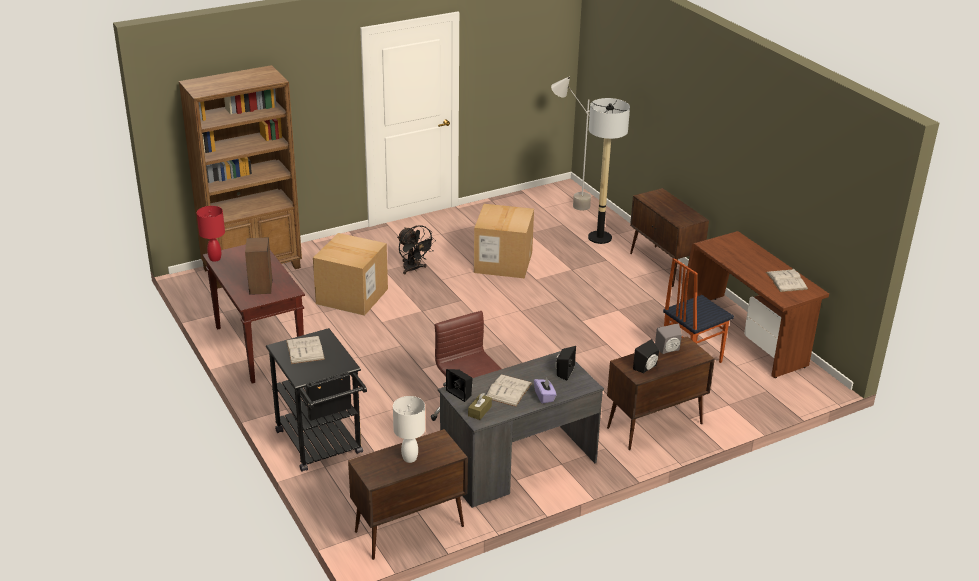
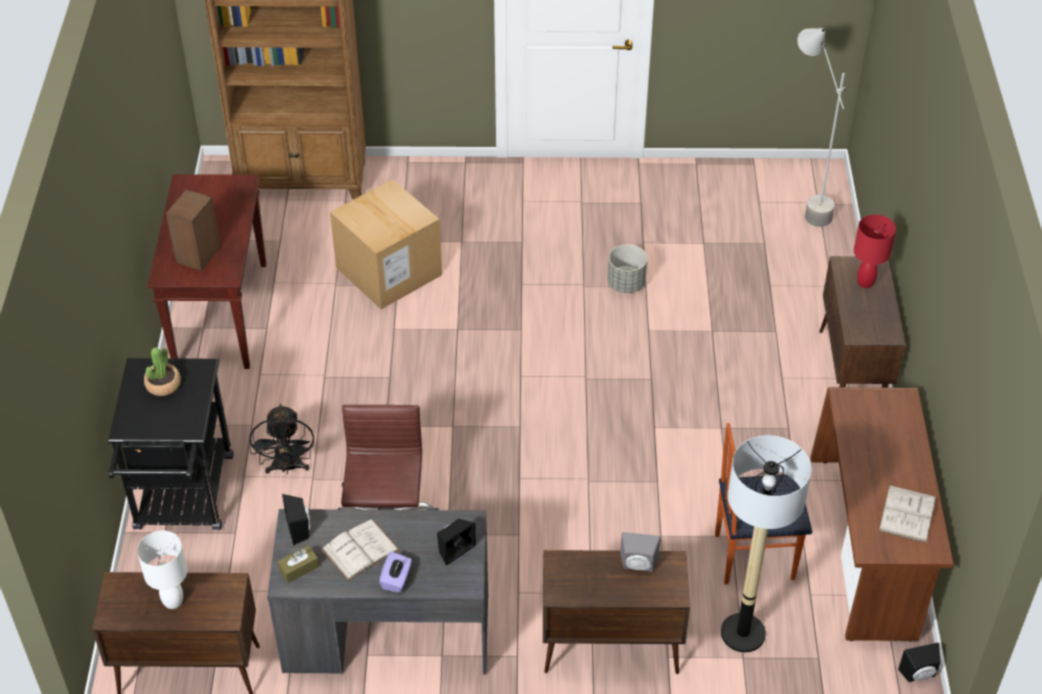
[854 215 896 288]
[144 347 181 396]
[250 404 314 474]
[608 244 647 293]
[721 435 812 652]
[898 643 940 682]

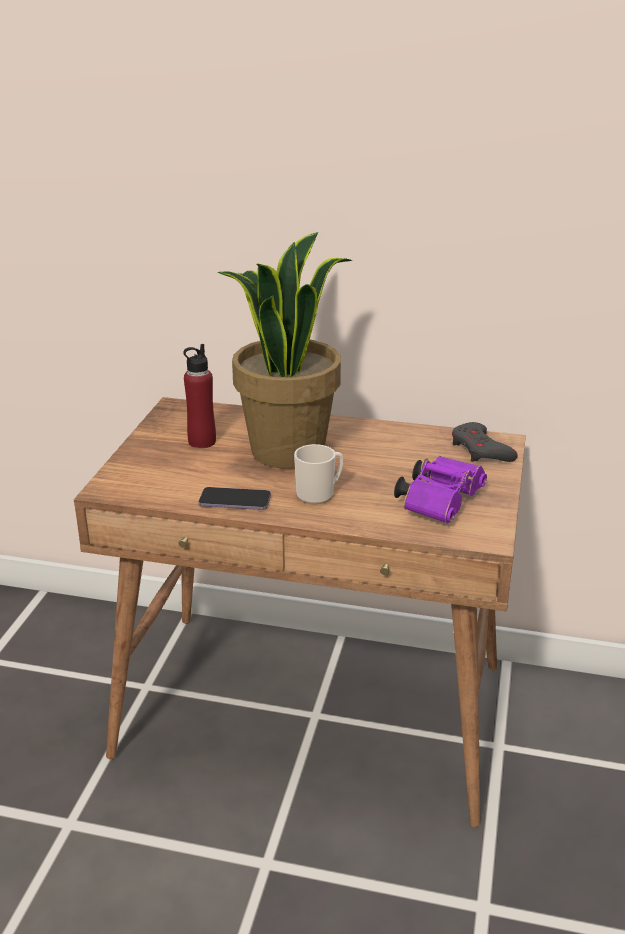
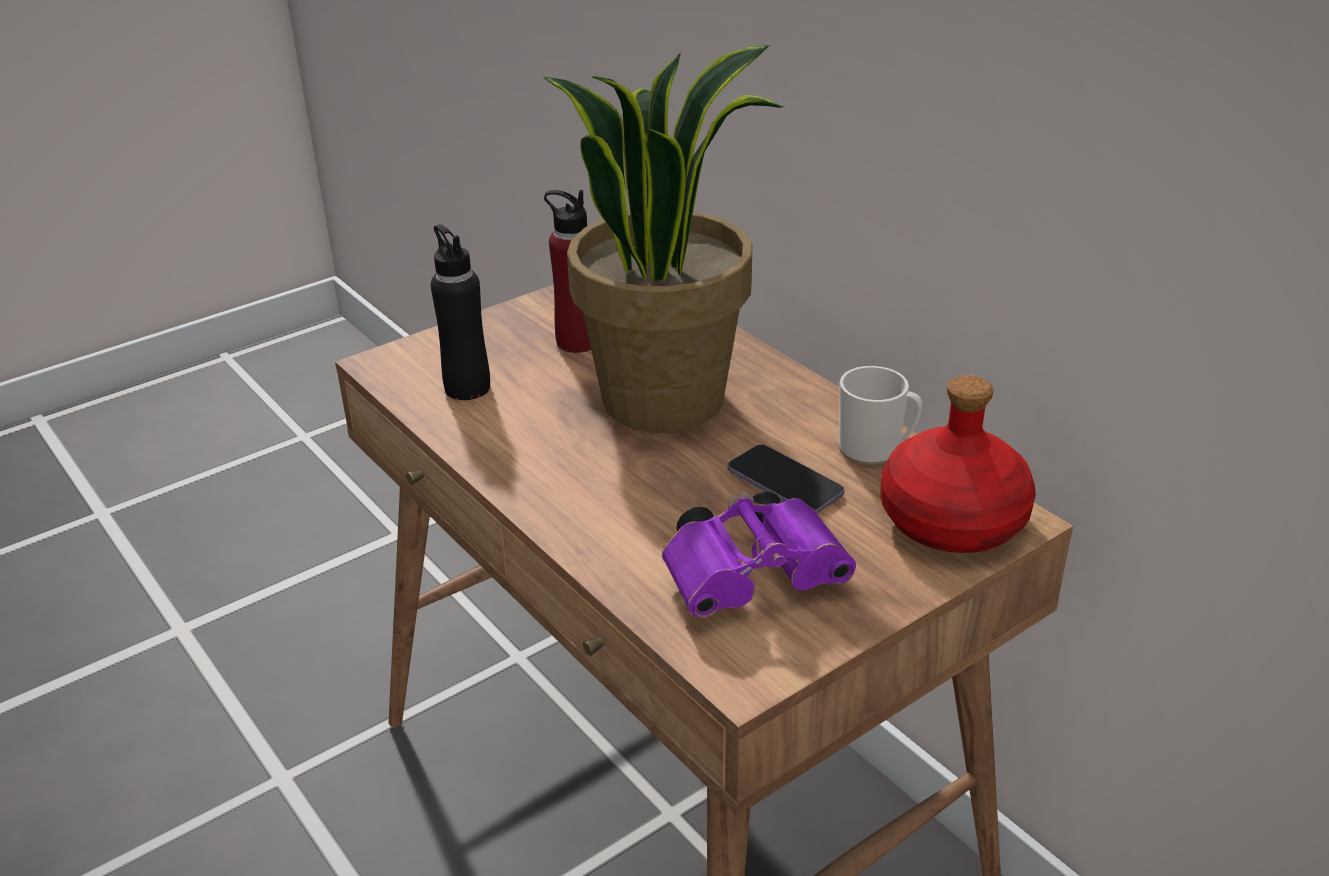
[728 444 845 513]
[839 366 922 465]
[880 375 1036 553]
[431 224 490 400]

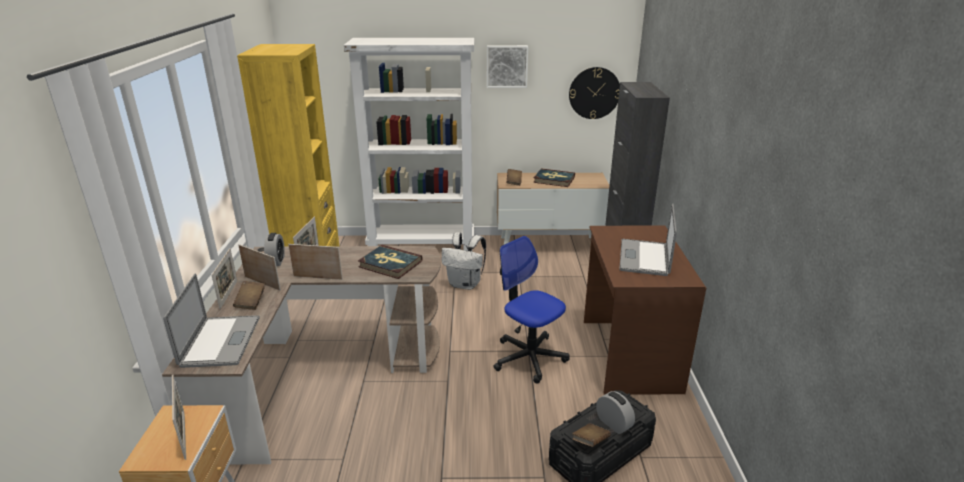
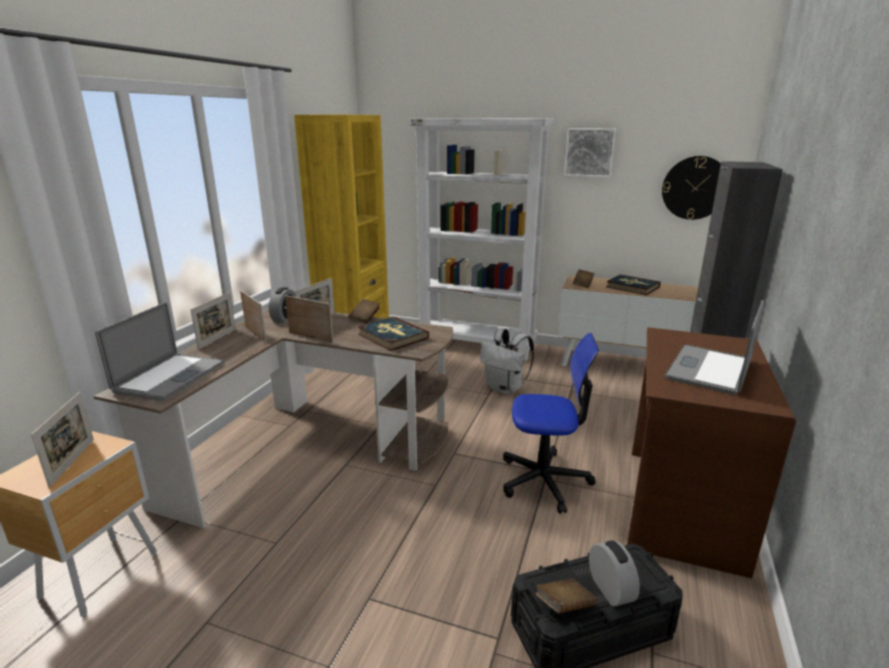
[348 299 380 324]
[503 333 599 514]

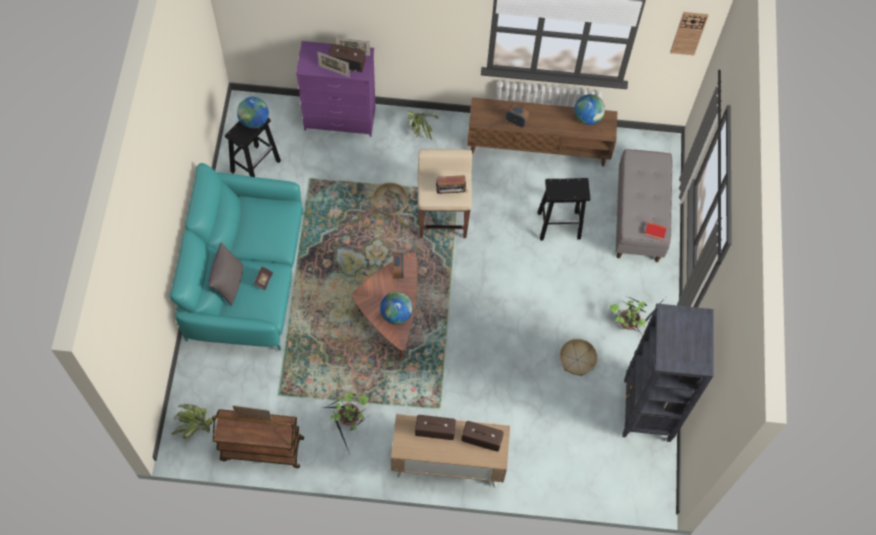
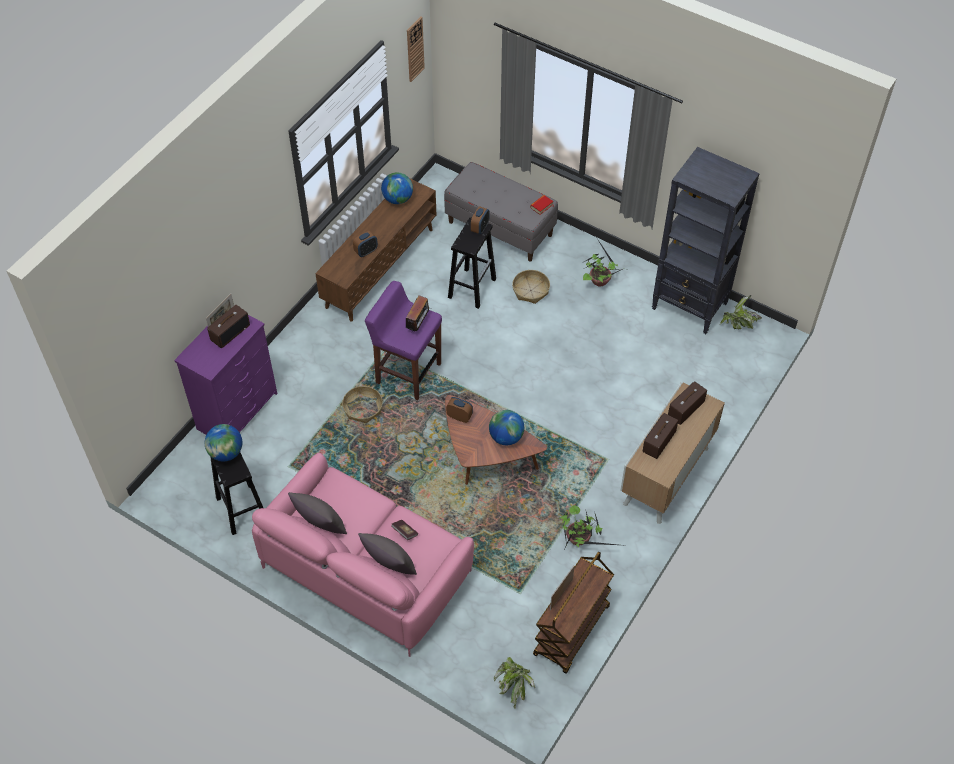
[252 453 474 657]
[317 52 350 77] (first image)
[720 295 762 329]
[365 281 442 400]
[512 270 550 304]
[288 492 347 534]
[471 206 490 234]

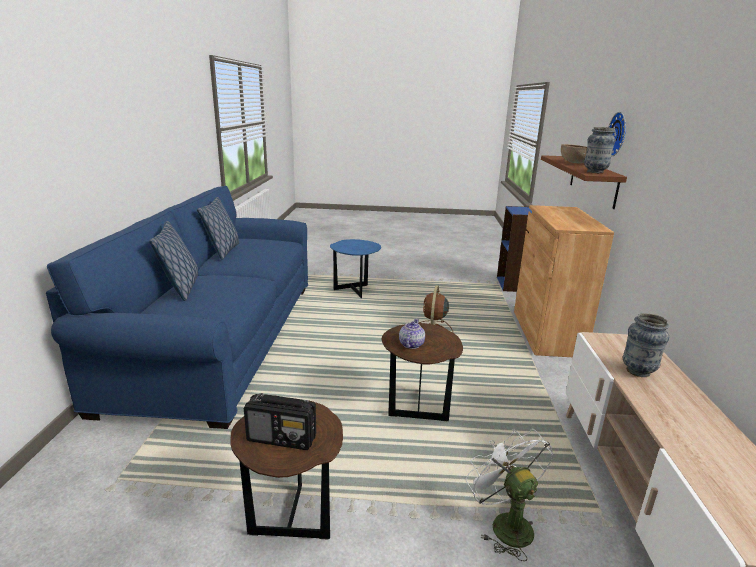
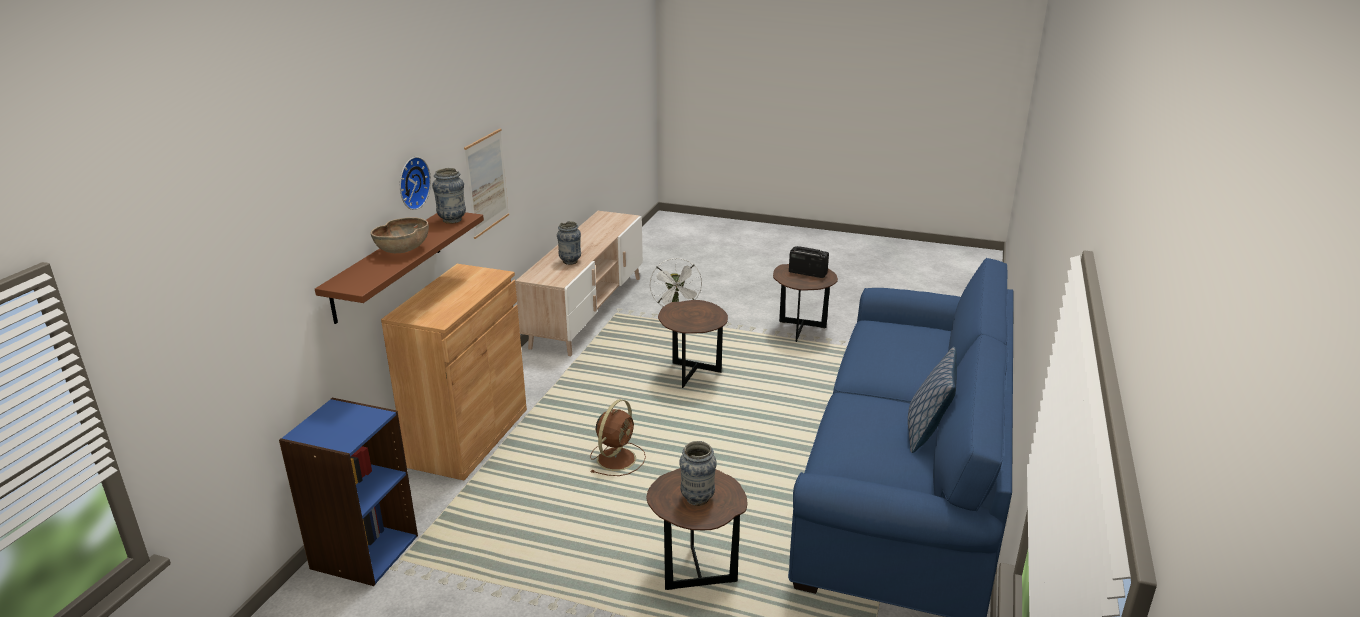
[150 221 198 301] (first image)
[646 468 748 590]
[399 319 425 349] (first image)
[464 129 509 239]
[679 441 717 506]

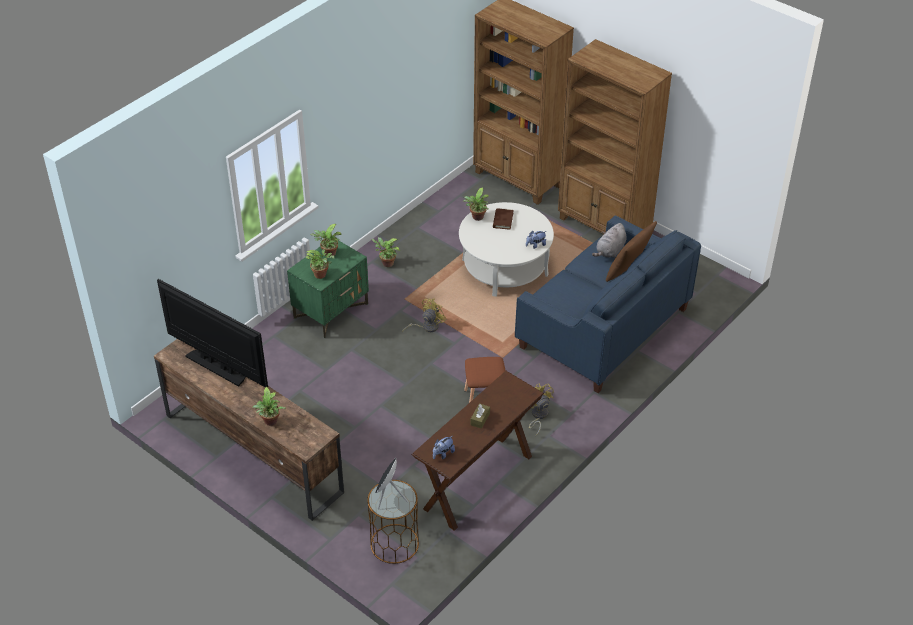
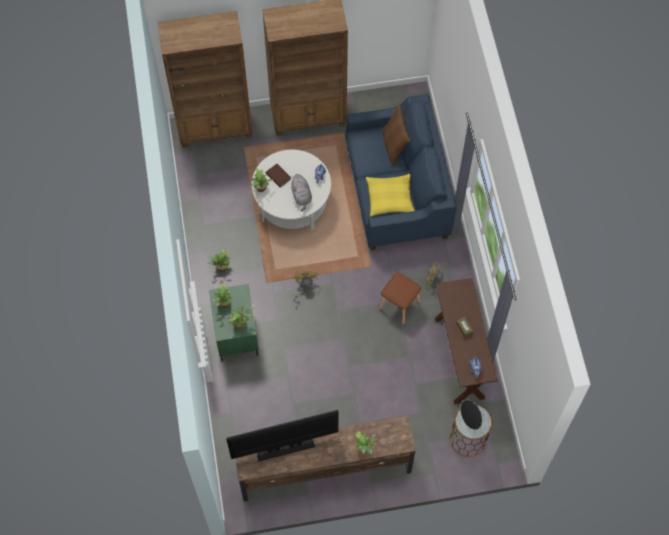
[290 174 312 212]
[366 174 415 217]

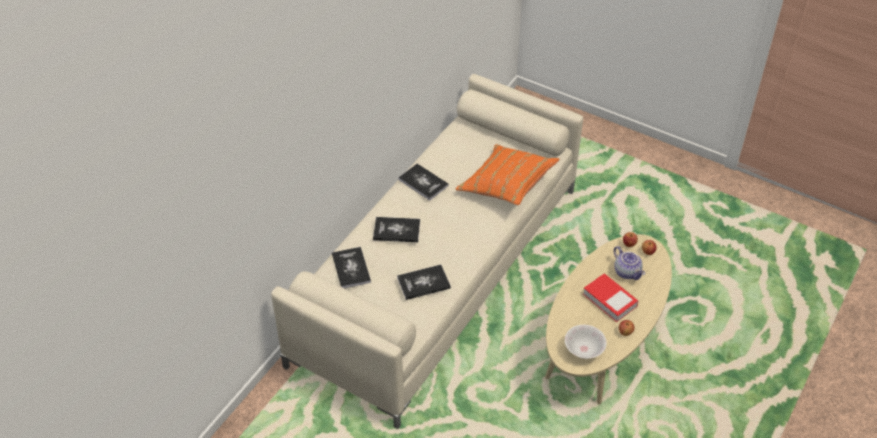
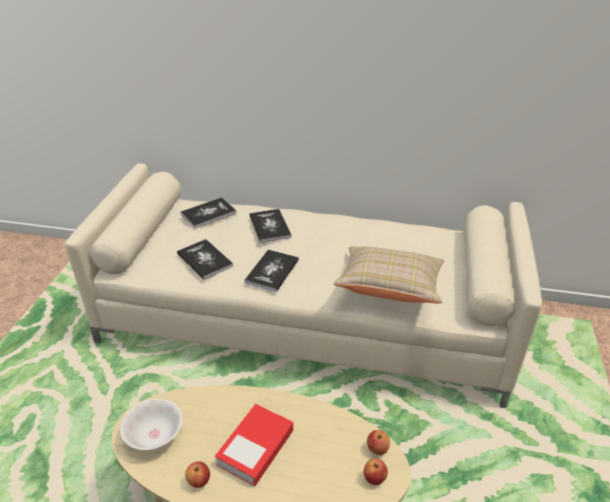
[244 250 299 292]
[334 246 444 304]
[614 246 645 280] (first image)

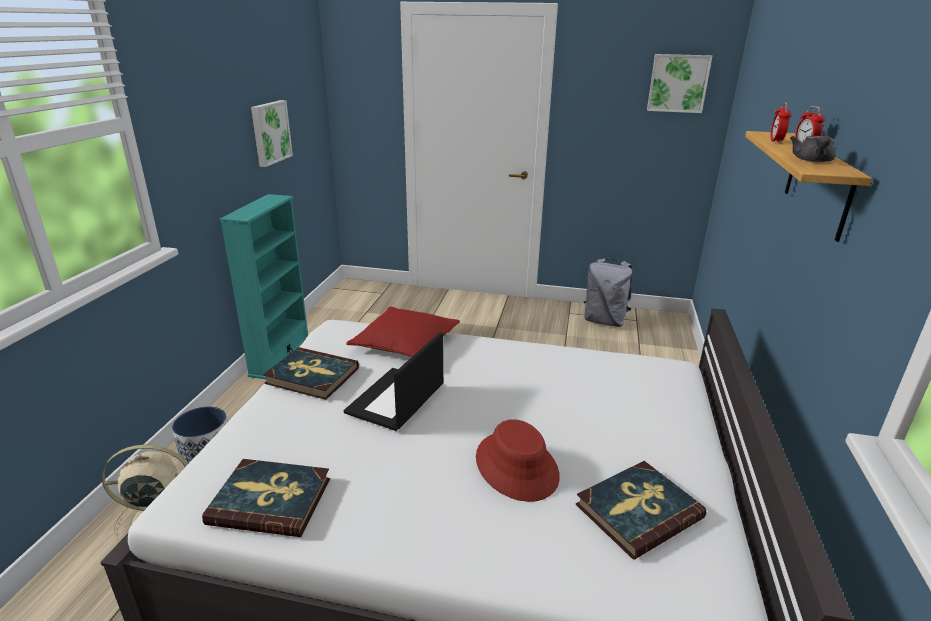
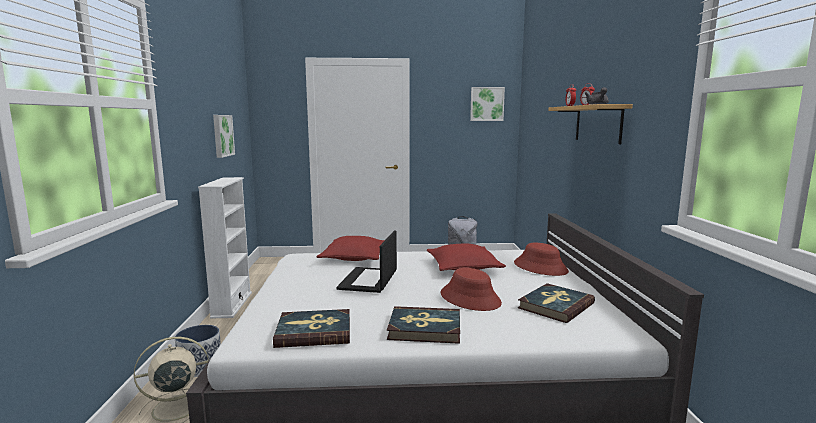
[198 177 252 318]
[387 306 460 344]
[427 244 506 271]
[514 243 569 276]

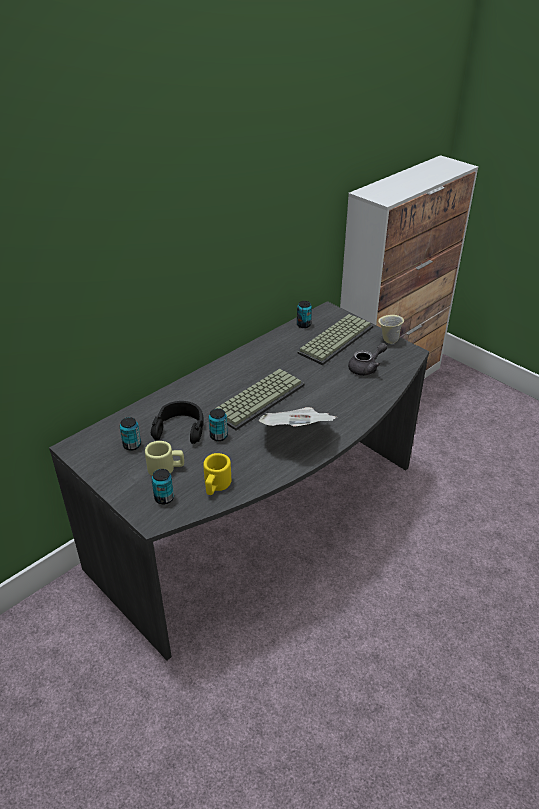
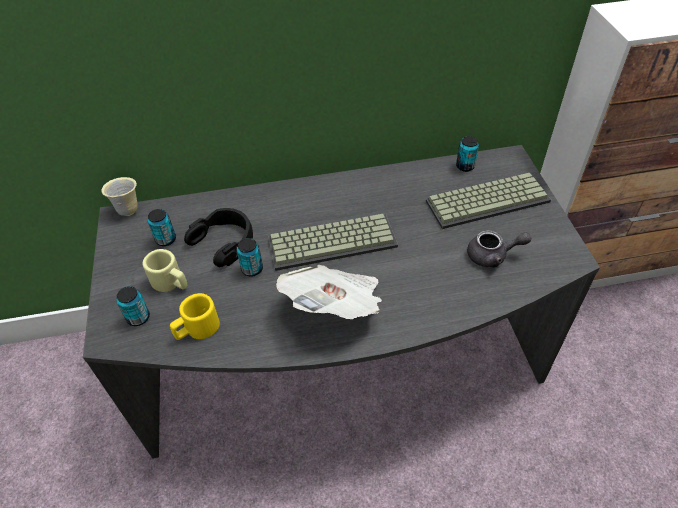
[101 177 138 216]

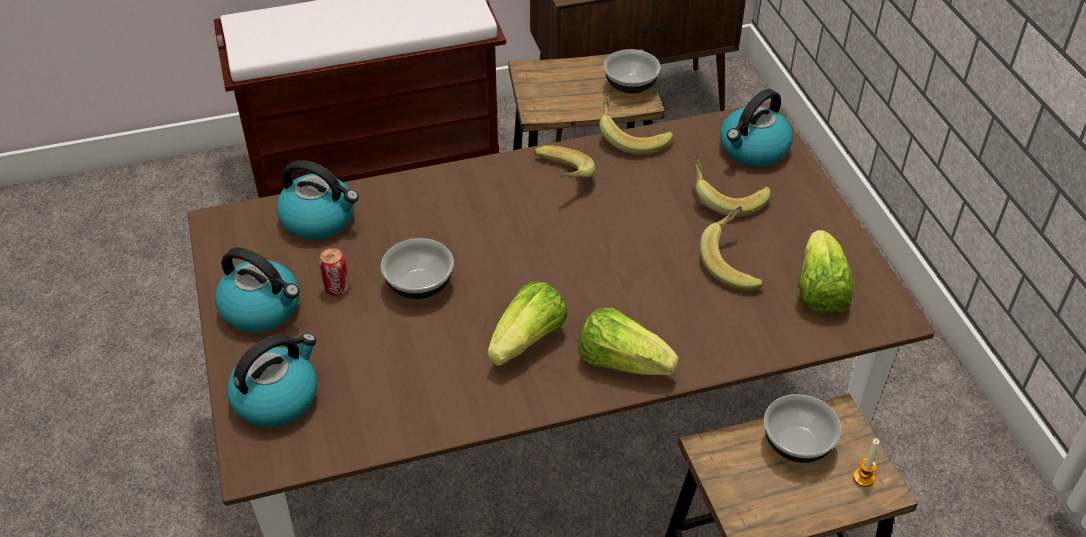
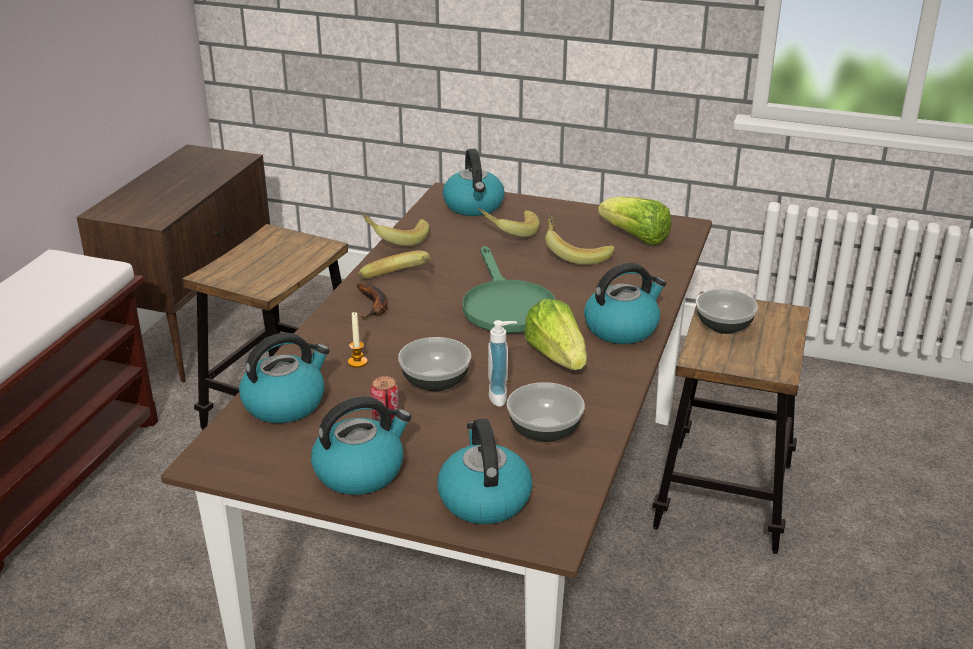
[584 263 666 344]
[507 382 585 442]
[348 312 368 368]
[357 283 388 319]
[463 246 555 333]
[488 320 517 407]

